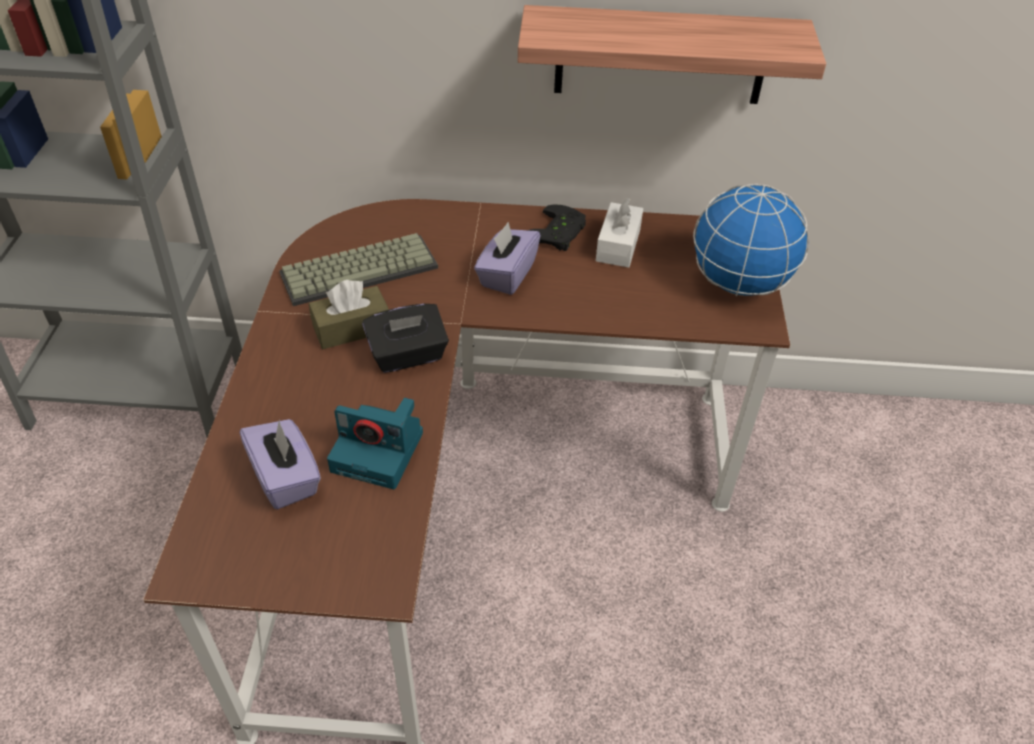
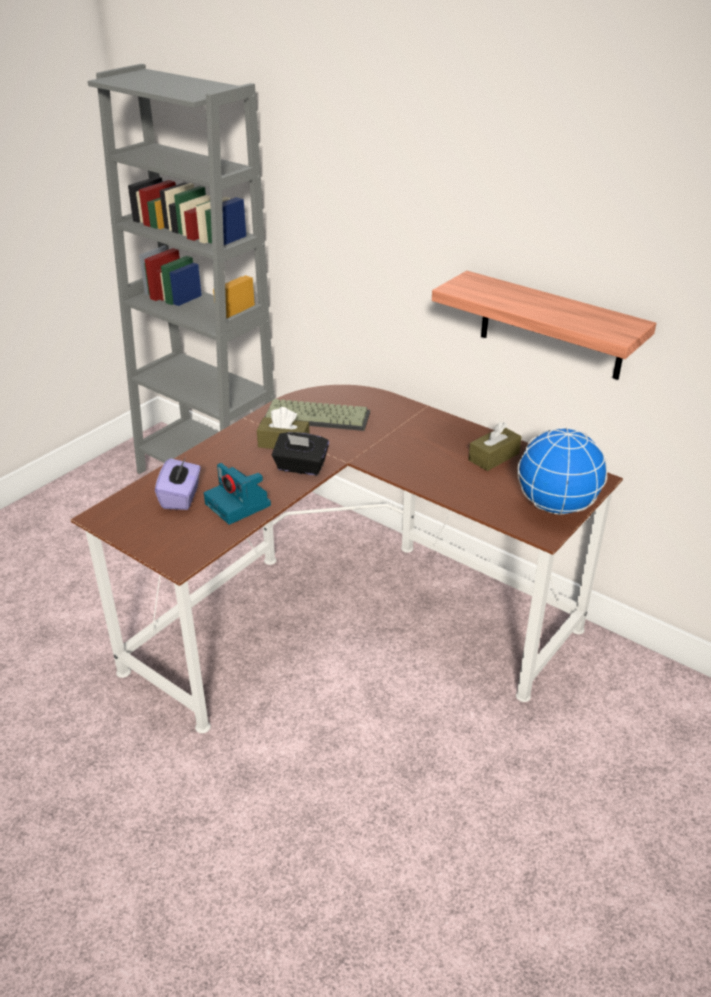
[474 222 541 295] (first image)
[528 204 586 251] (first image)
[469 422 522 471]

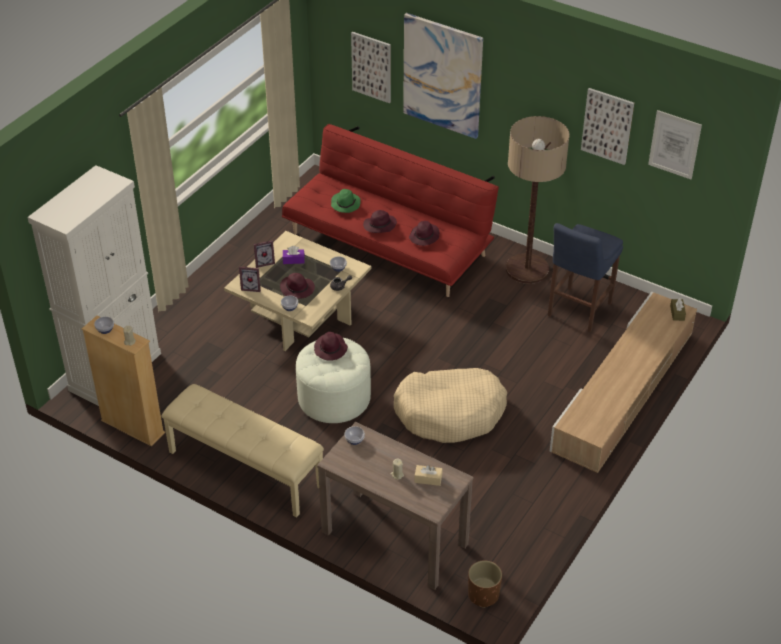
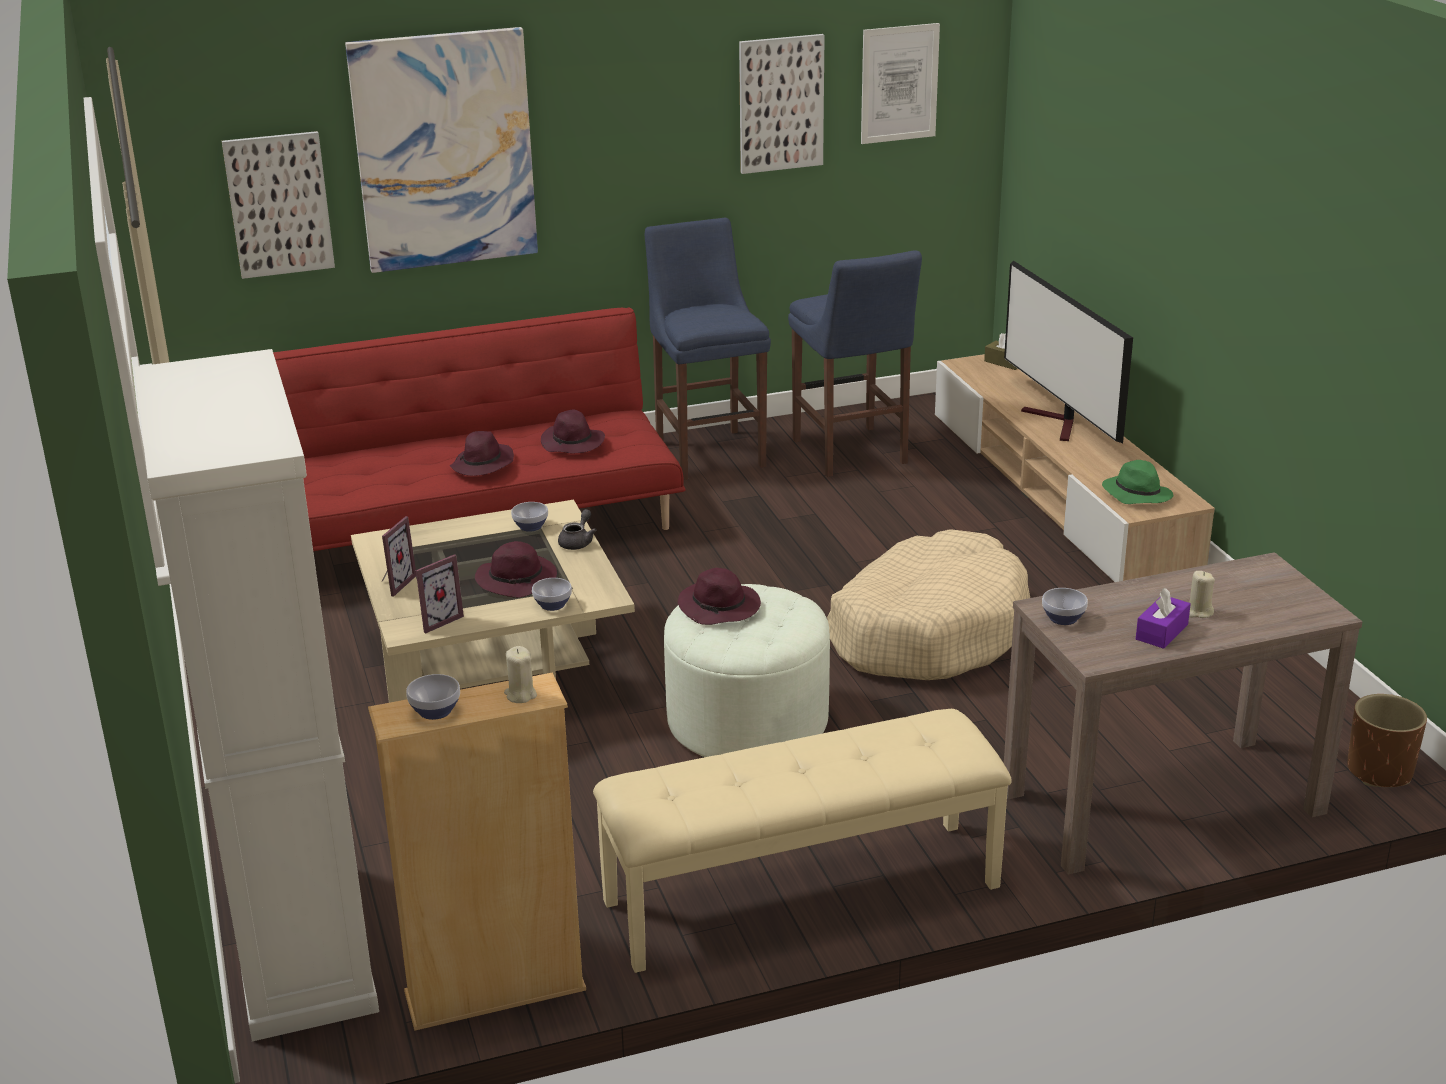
[1136 588 1191 649]
[1102 460 1173 504]
[414 465 442 486] (first image)
[645 218 771 480]
[1004 261 1133 443]

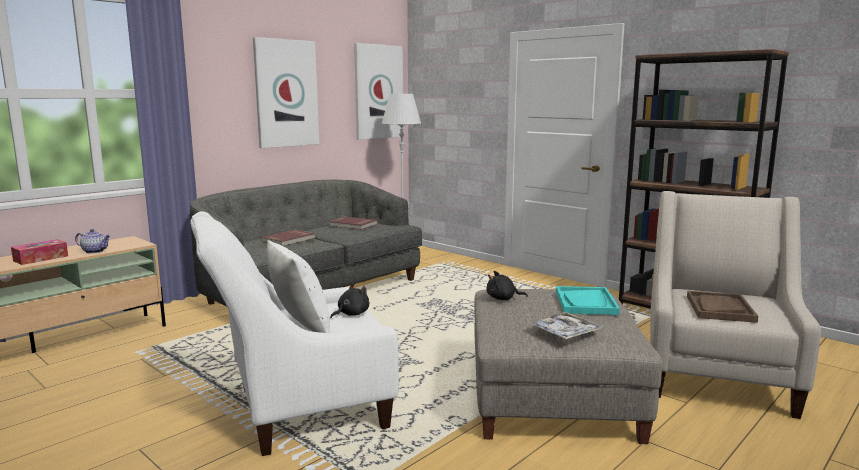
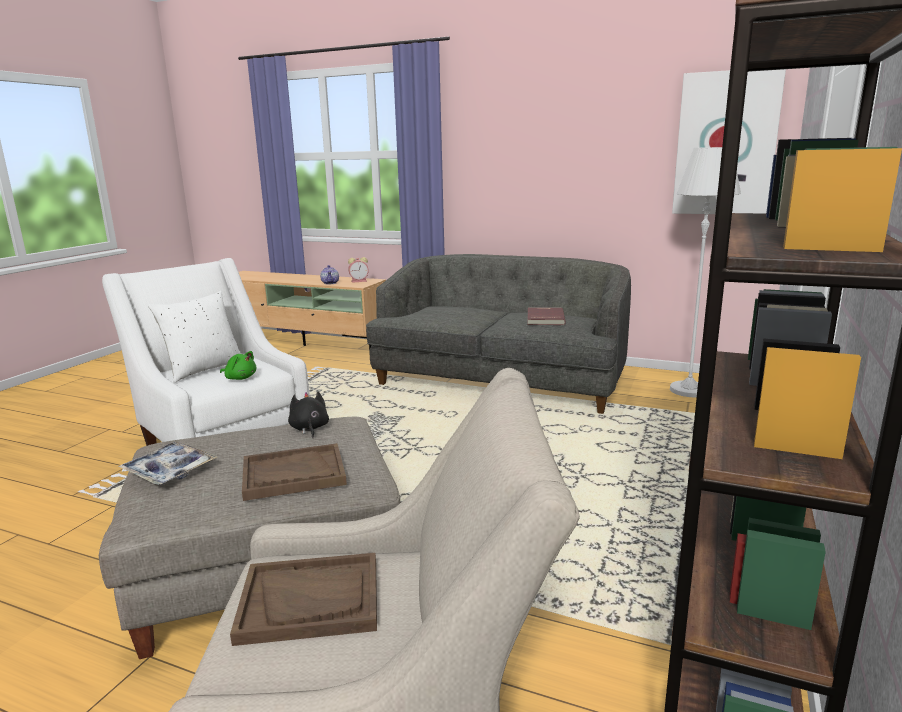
[11 239 68 265] (first image)
[253 37 319 148] (first image)
[261 229 315 246] (first image)
[220 351 256 380]
[242 443 347 501]
[348 257 369 283]

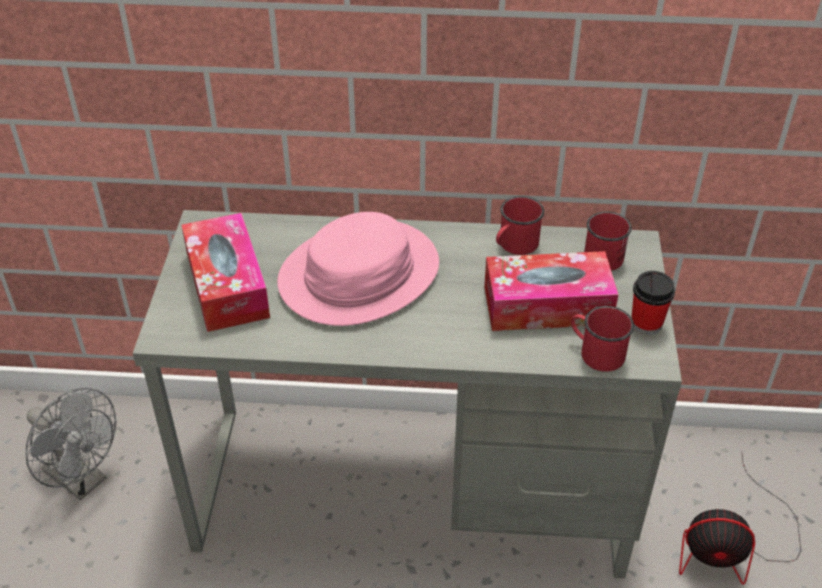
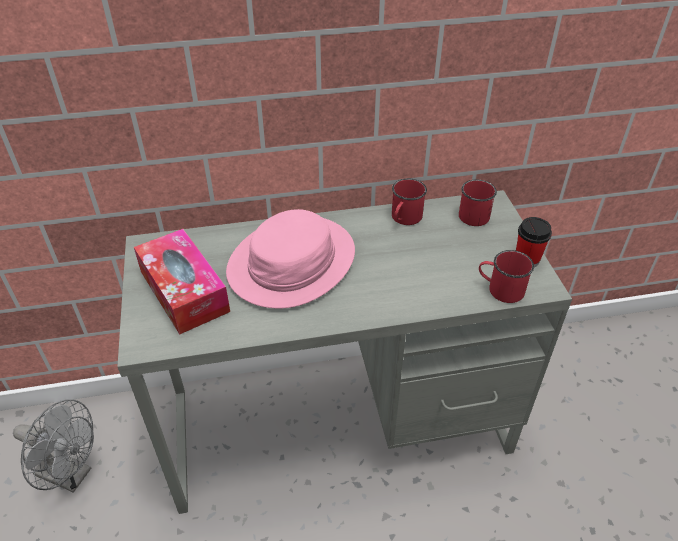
[484 251 618 331] (first image)
[679 454 801 585] (first image)

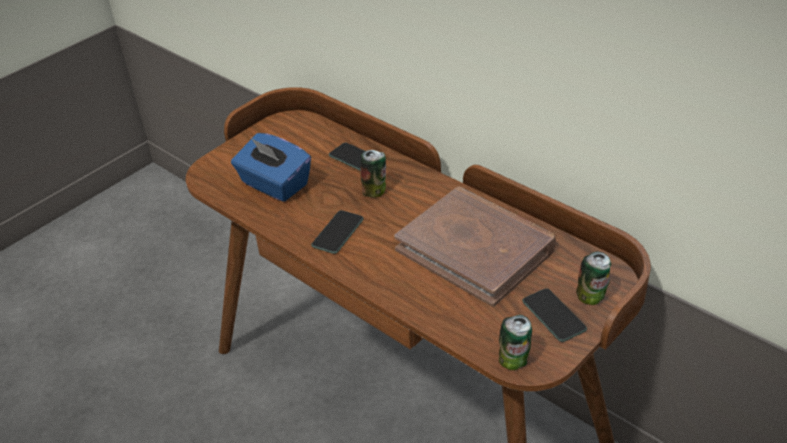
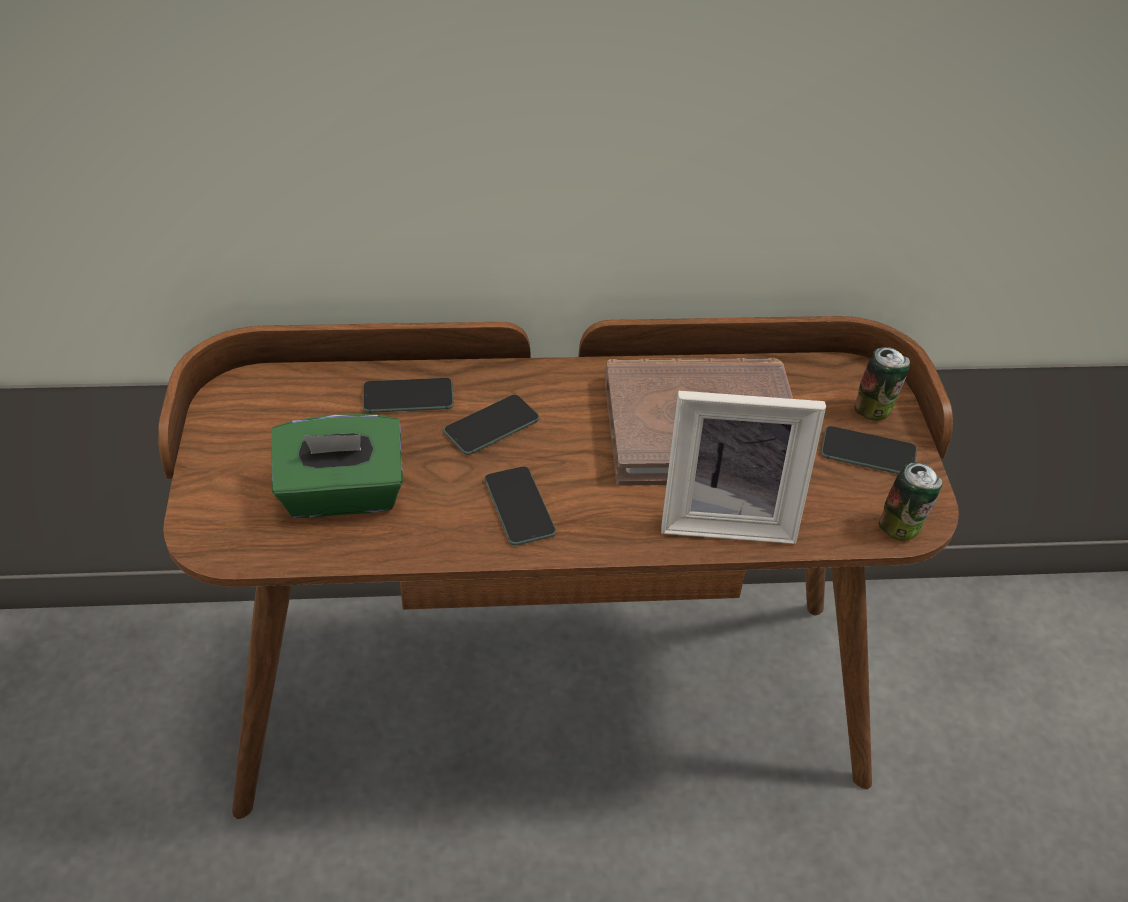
[271 414 403 518]
[444 395 540 455]
[661 391 826 544]

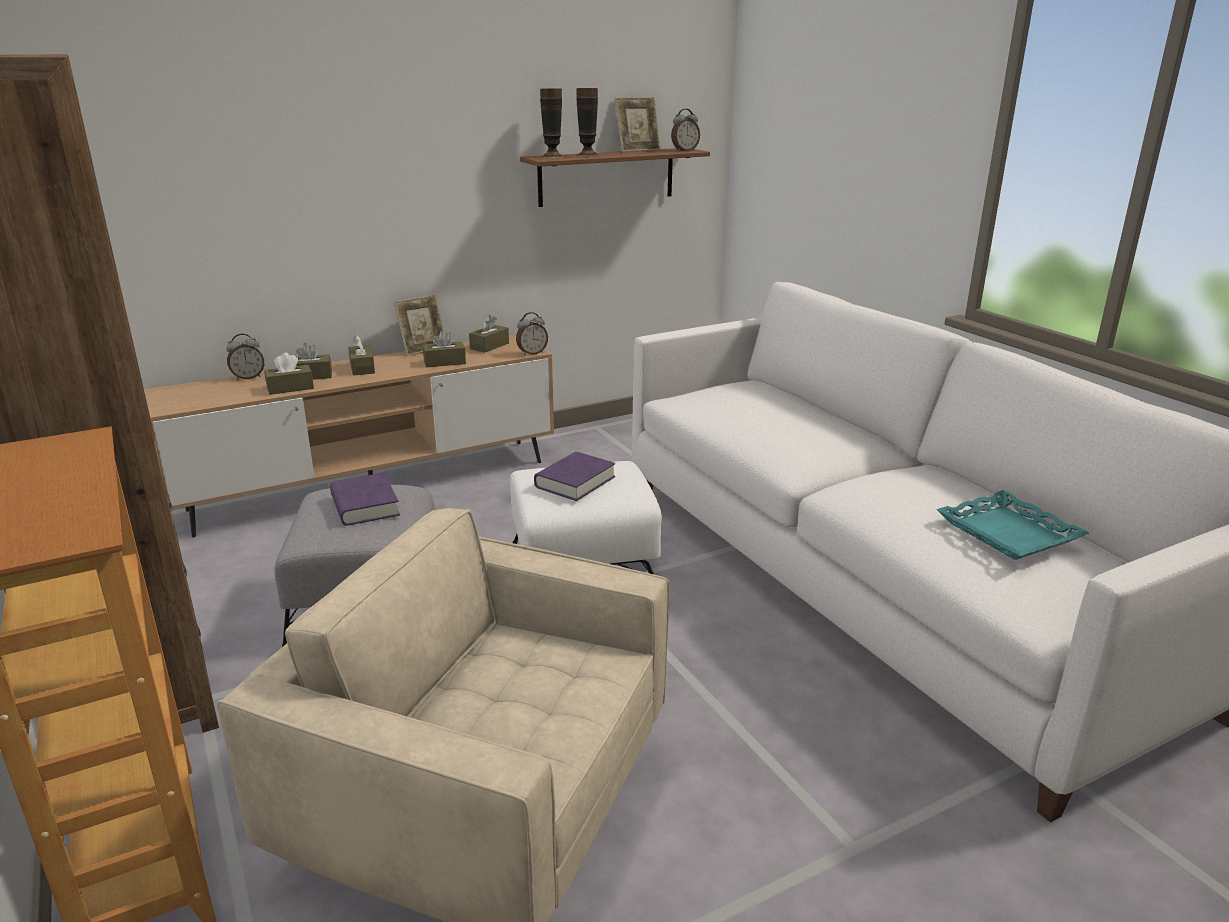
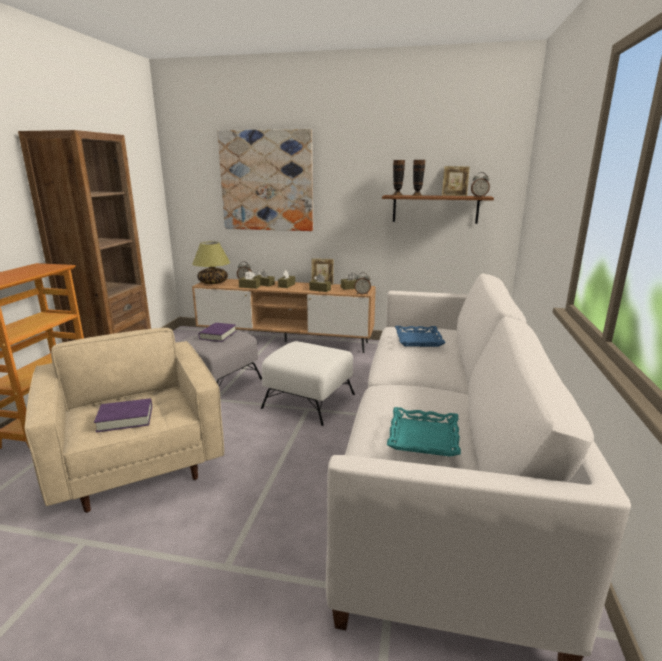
[94 398 152 432]
[192 241 230 284]
[217 129 313 231]
[395 326 446 347]

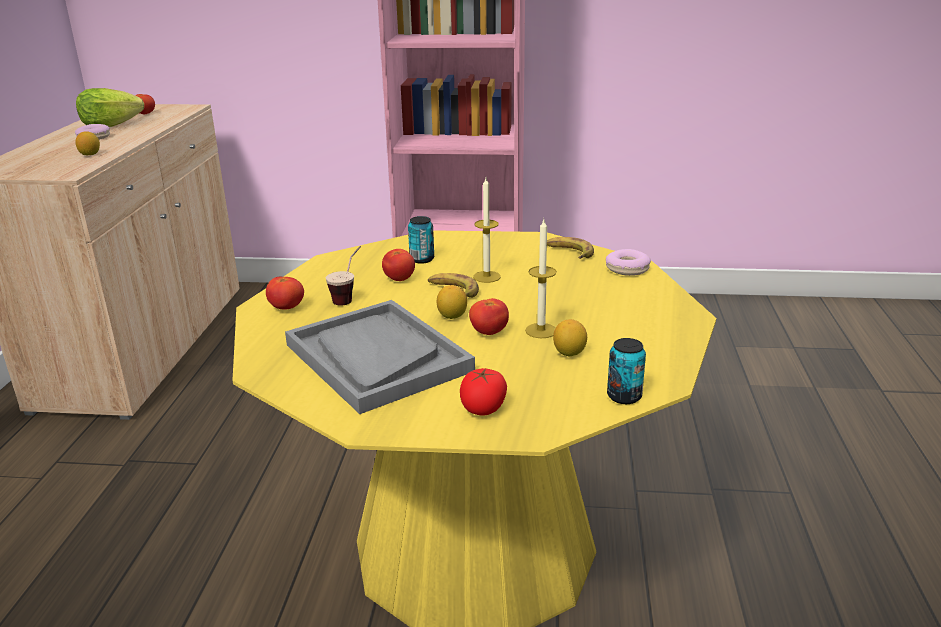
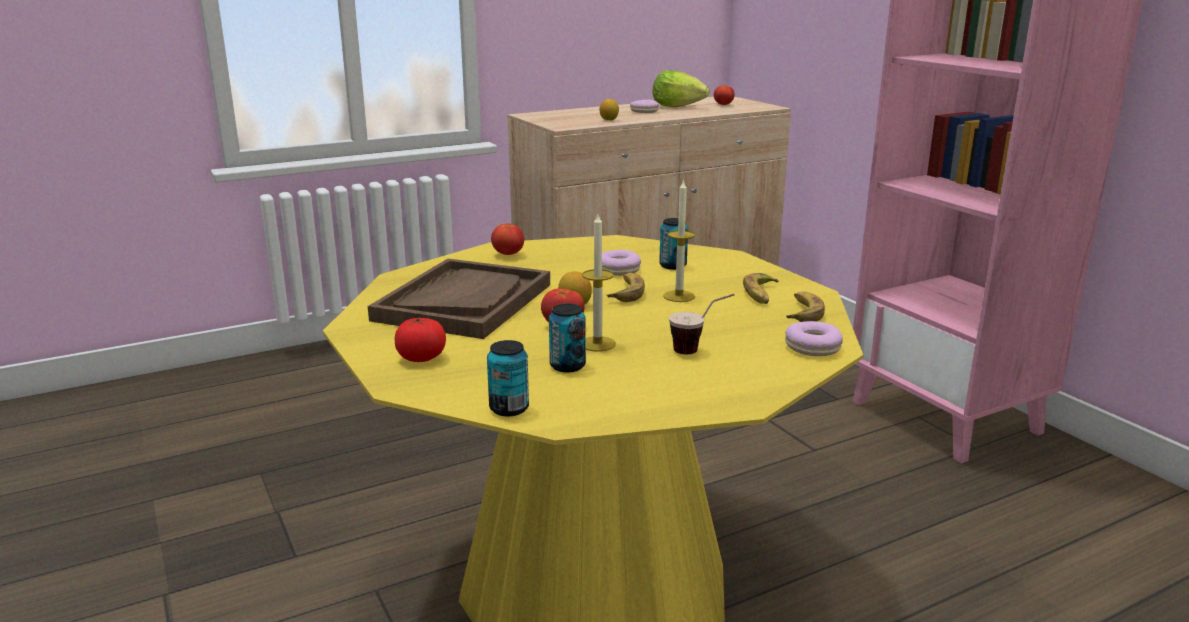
[368 259 550 339]
[669 294 734 354]
[602 250 641 276]
[549 304 586 372]
[743 273 779 304]

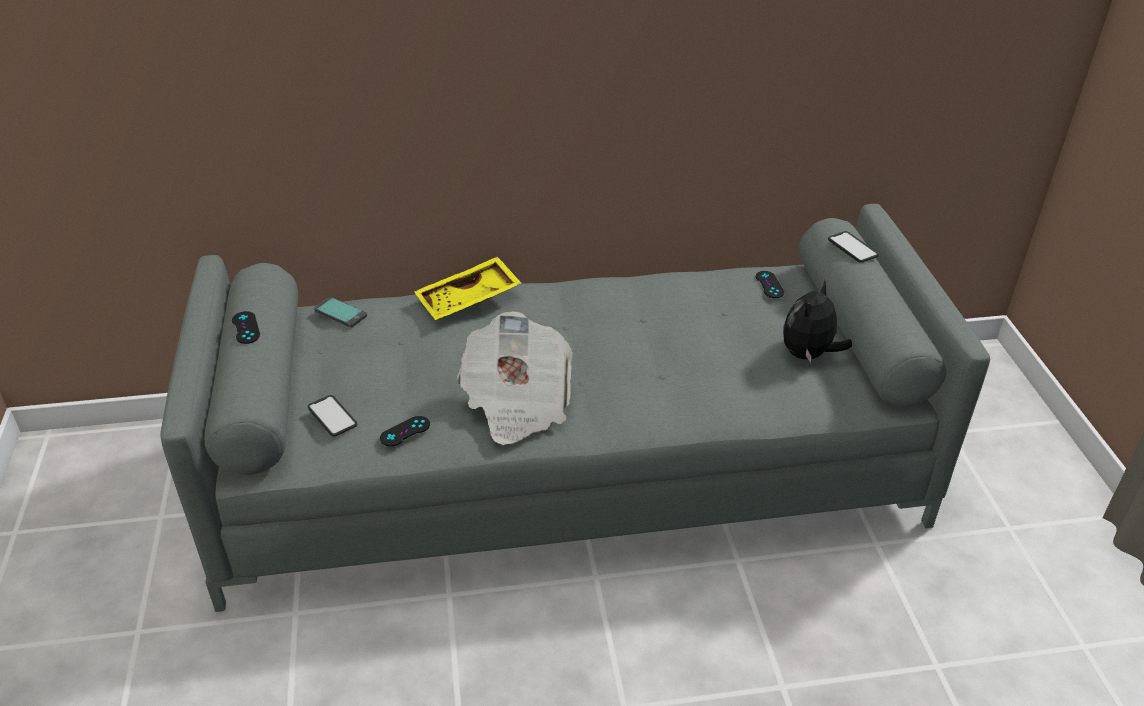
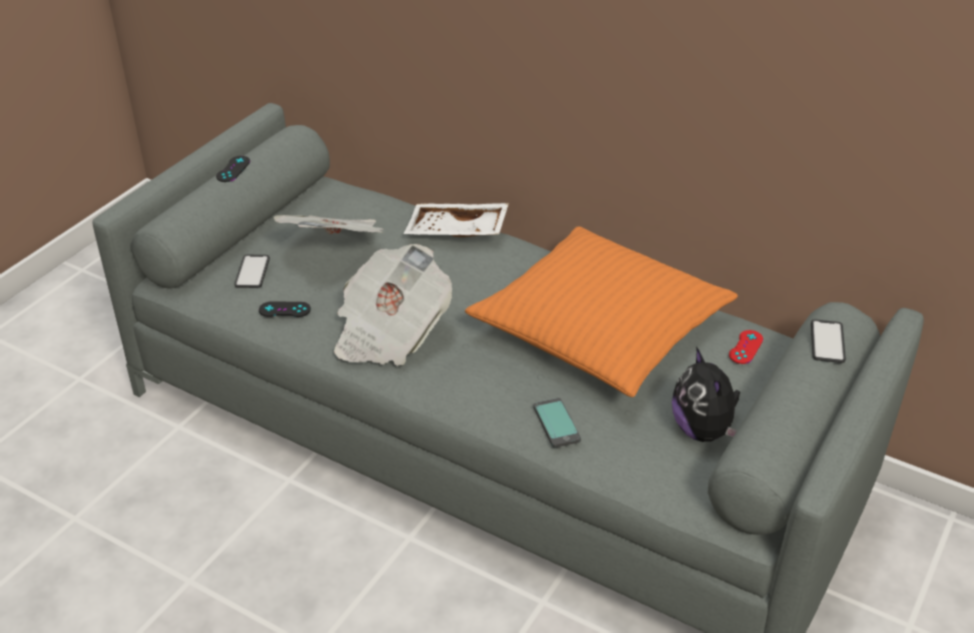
[533 398 581 448]
[404 203 509 237]
[729 330 763 364]
[672 347 740 442]
[274 215 384 234]
[465 226 738 397]

